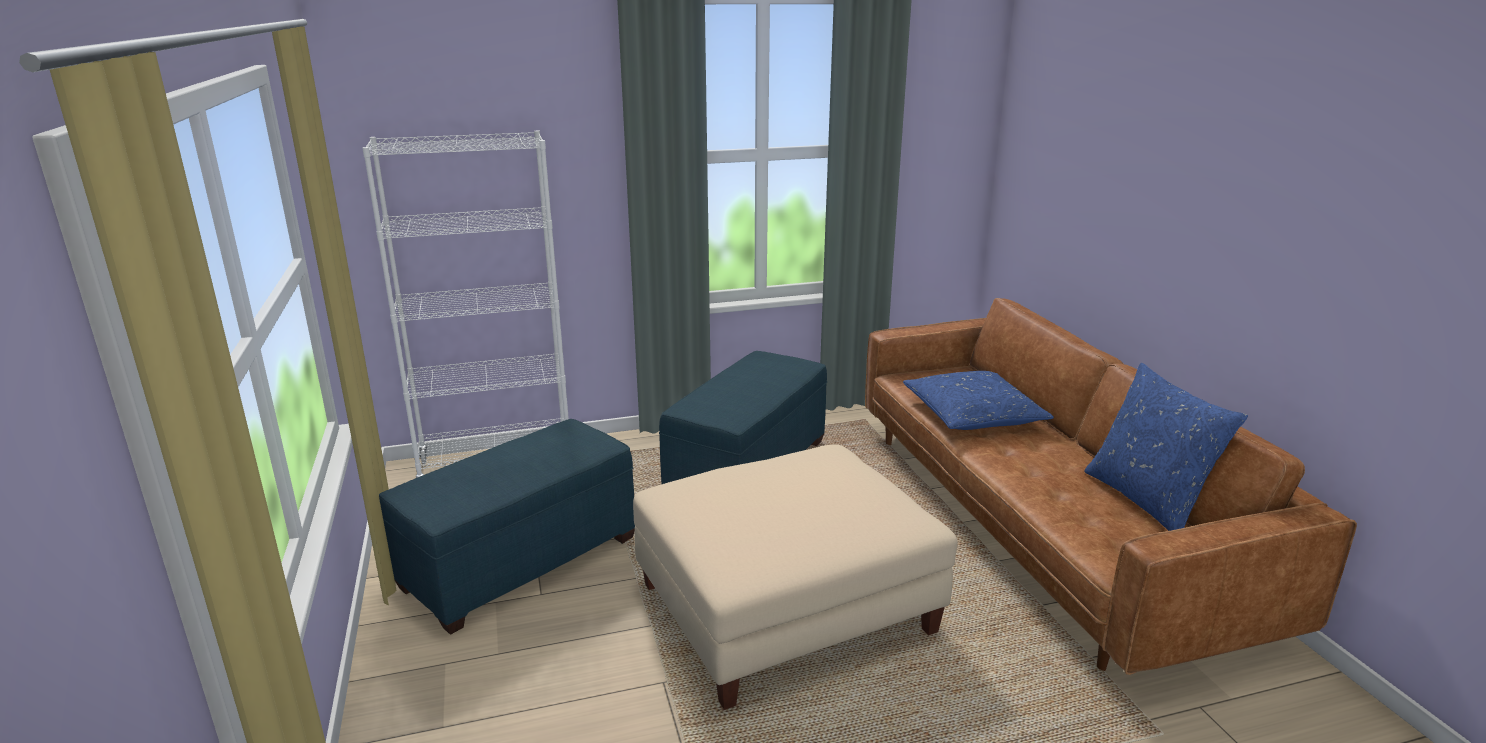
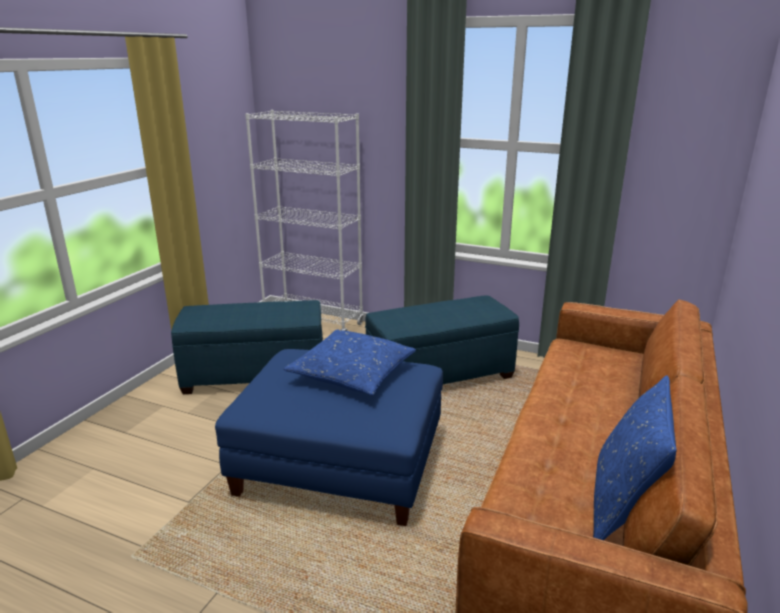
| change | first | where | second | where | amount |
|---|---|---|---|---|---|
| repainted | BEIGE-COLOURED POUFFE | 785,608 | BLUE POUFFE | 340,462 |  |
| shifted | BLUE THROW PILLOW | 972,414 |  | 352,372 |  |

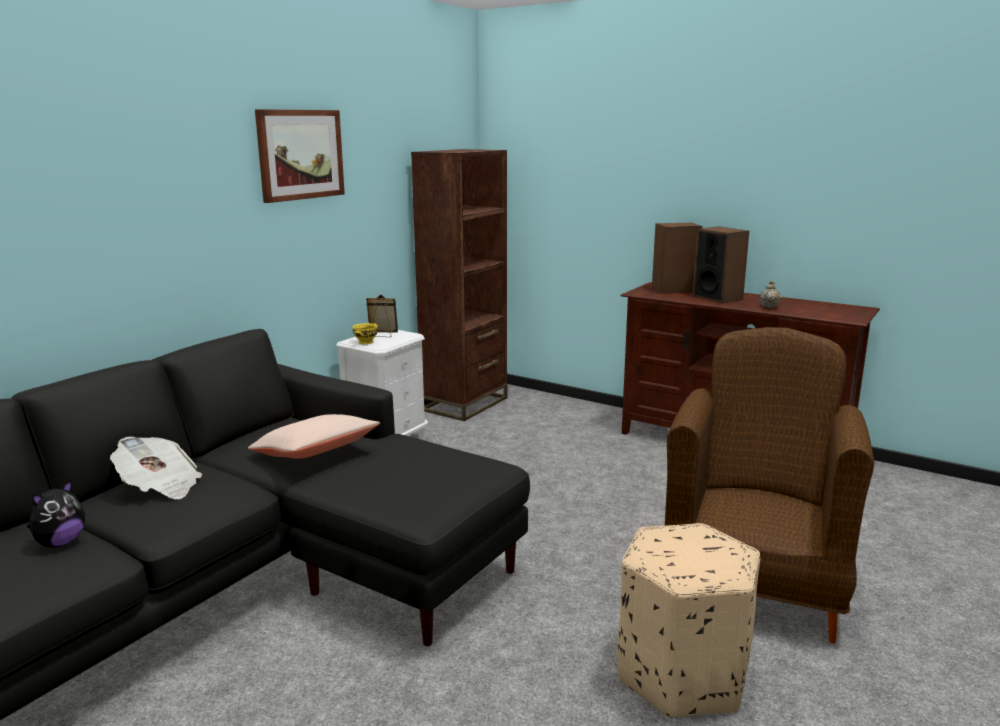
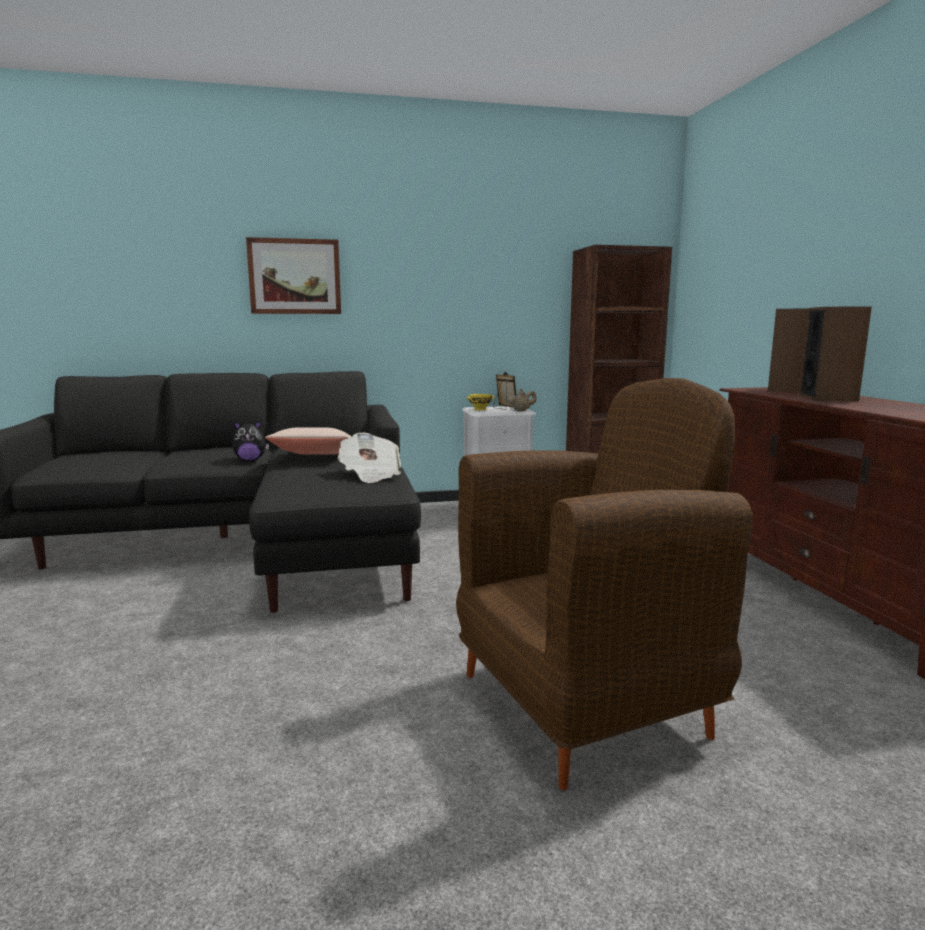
| change | first | where | second | where | amount |
|---|---|---|---|---|---|
| shifted | CUDDLY TOY | 60,543 |  | 250,460 |  |
| shifted | PRINTED PAPER | 160,487 |  | 370,475 |  |
| shifted | WALL ART | 300,154 |  | 295,276 |  |
| gone | BEIGE-COLOURED POUFFE | 682,675 |  |  |  |
| shifted | BEIGE-COLOURED TEA POT | 769,306 |  | 521,411 |  |

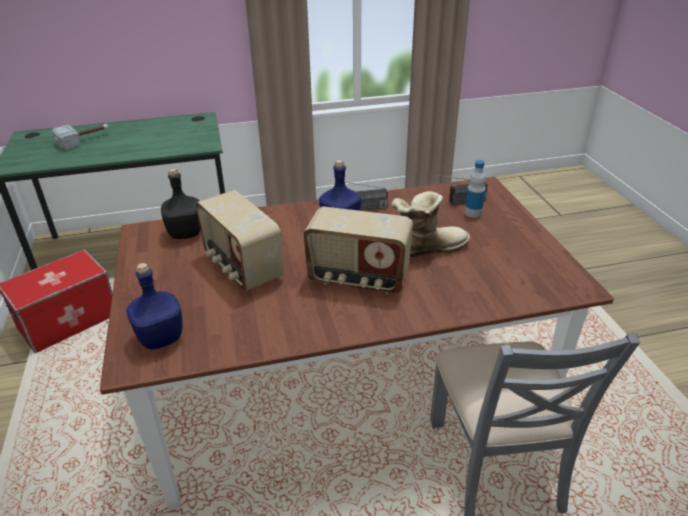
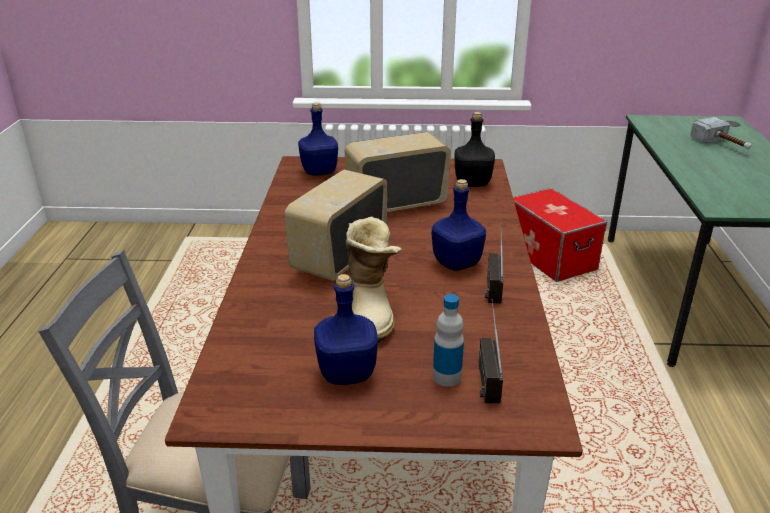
| change | first | where | second | where | amount |
|---|---|---|---|---|---|
| new |  |  | BLUE BEVERAGE BOTTLE | 348,373 |  |

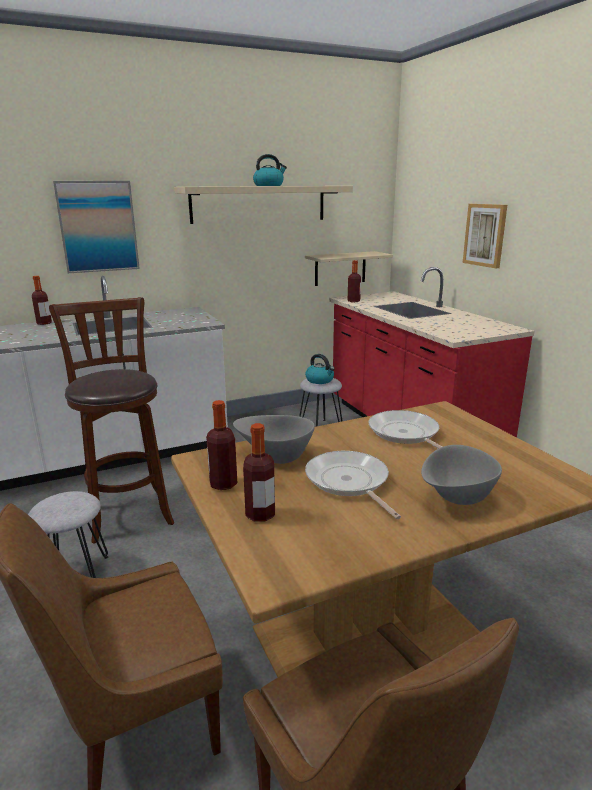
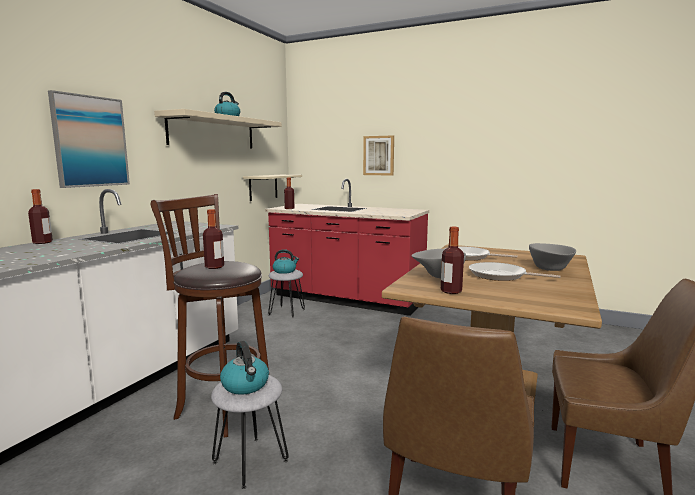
| change | first | where | second | where | amount |
|---|---|---|---|---|---|
| shifted | BEVERAGE BOTTLE | 260,514 |  | 214,267 |  |
| new |  |  | TEA KETTLE | 245,385 |  |

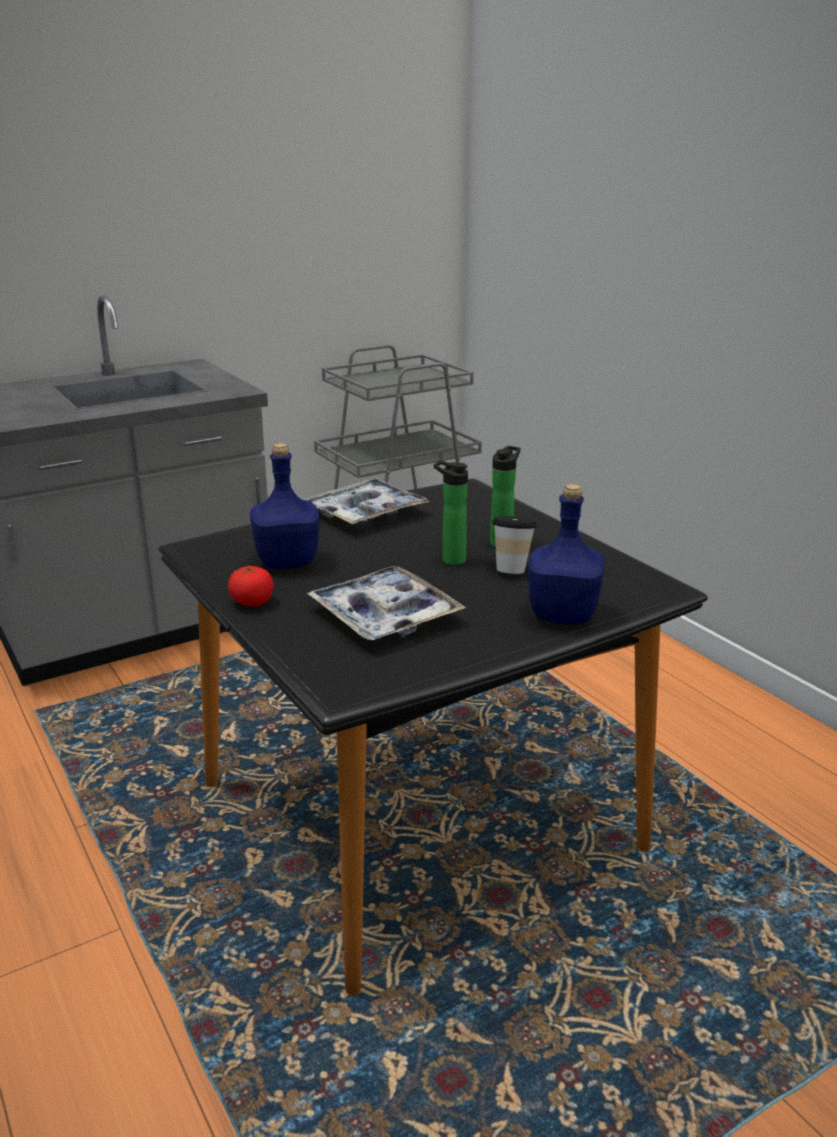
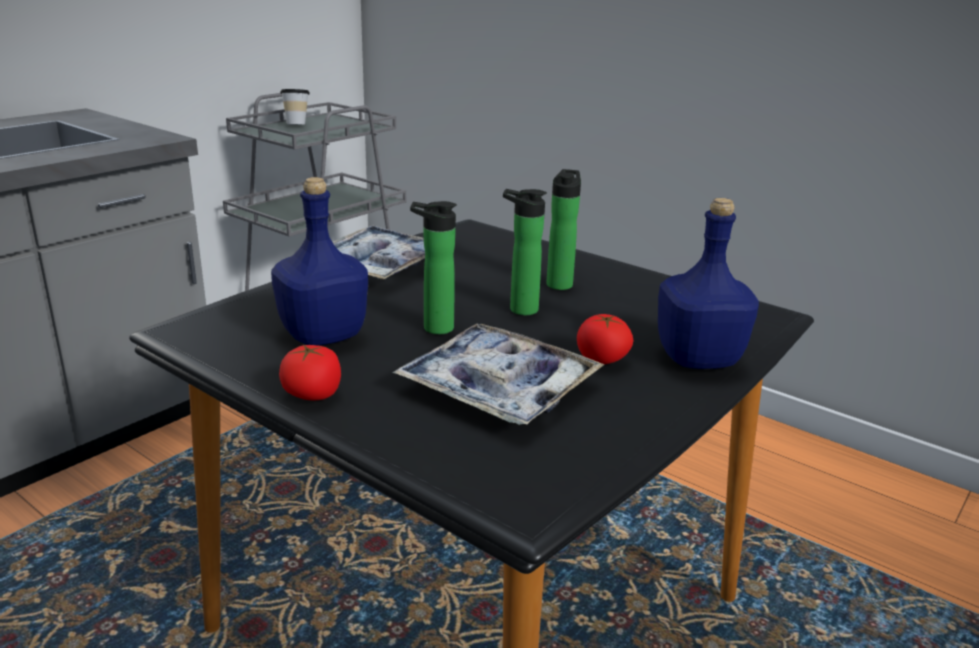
| change | first | where | second | where | amount |
|---|---|---|---|---|---|
| shifted | CUP | 512,569 |  | 297,125 |  |
| new |  |  | BEVERAGE BOTTLE | 433,328 |  |
| new |  |  | WHOLE TOMATO | 602,359 |  |

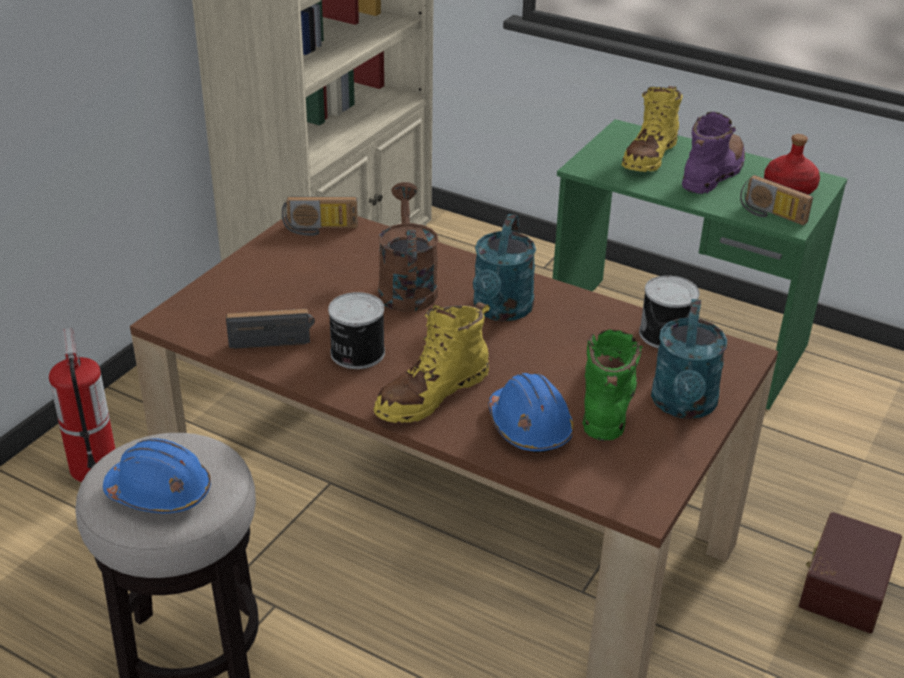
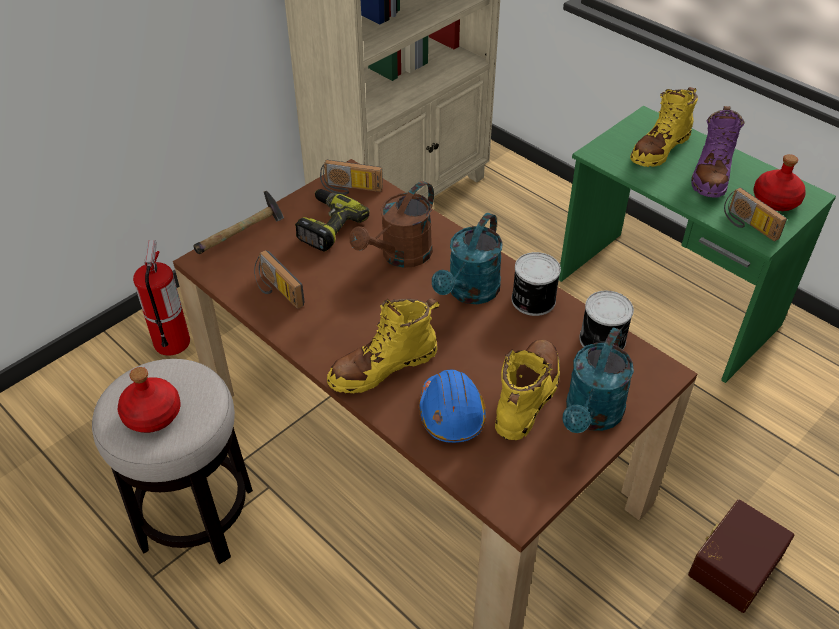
| change | first | where | second | where | amount |
|---|---|---|---|---|---|
| swapped | BLUE WORK HELMET | 160,492 | RED-COLOURED BEVERAGE BOTTLE | 152,415 |  |
| rotated | RADIO RECEIVER | 272,338 |  | 276,291 | 135 degrees counterclockwise |
| shifted | METAL CAN | 356,353 |  | 532,300 |  |
| rotated | BROWNISH SPRINKLING CAN | 406,286 |  | 400,256 | 150 degrees counterclockwise |
| repainted | GREEN BOOT | 607,398 | YELLOWISH BOOT | 527,396 |  |
| rotated | PURPLE BOOT | 713,173 |  | 711,175 | 150 degrees clockwise |
| new |  |  | HAND HAMMER | 242,235 |  |
| new |  |  | DRILL | 327,226 |  |

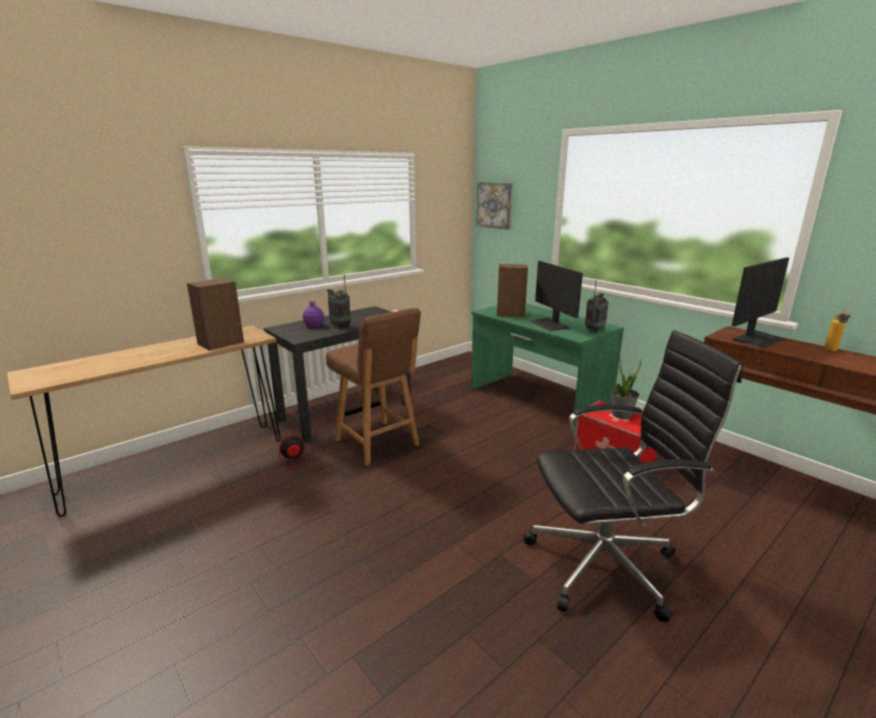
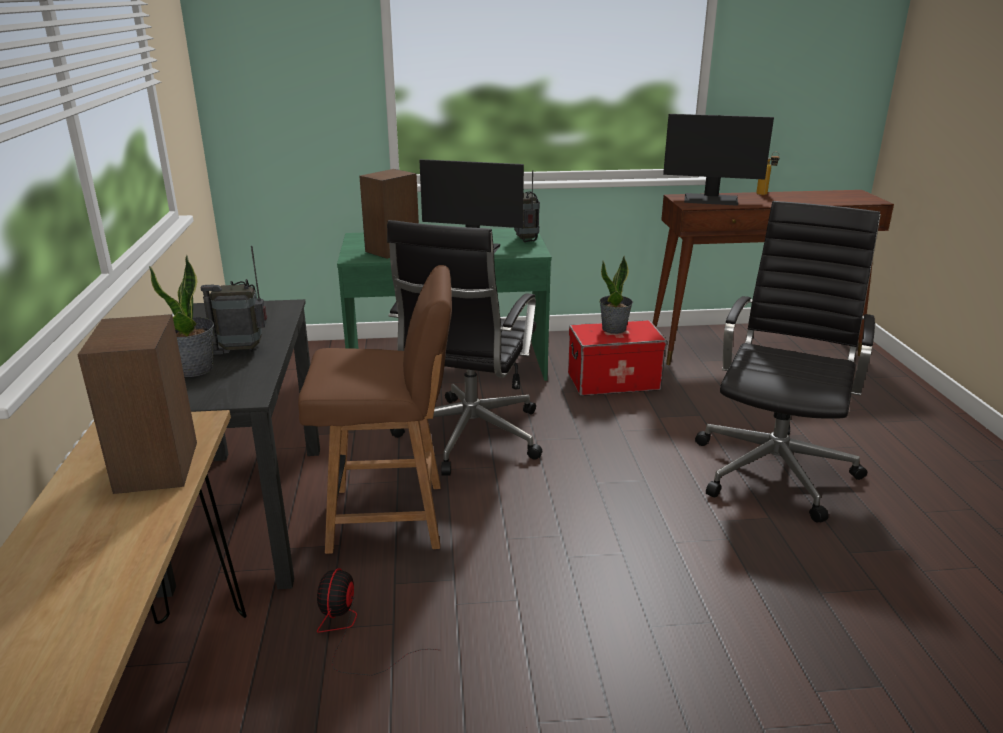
| change | first | where | second | where | amount |
|---|---|---|---|---|---|
| swapped | PURPLE BEVERAGE BOTTLE | 314,325 | PLANT IN A POT | 195,369 |  |
| gone | WALL ART | 495,205 |  |  |  |
| rotated | MONITOR | 757,339 |  | 711,199 | 105 degrees clockwise |
| new |  |  | BLACKISH COMPUTER CHAIR | 469,438 |  |

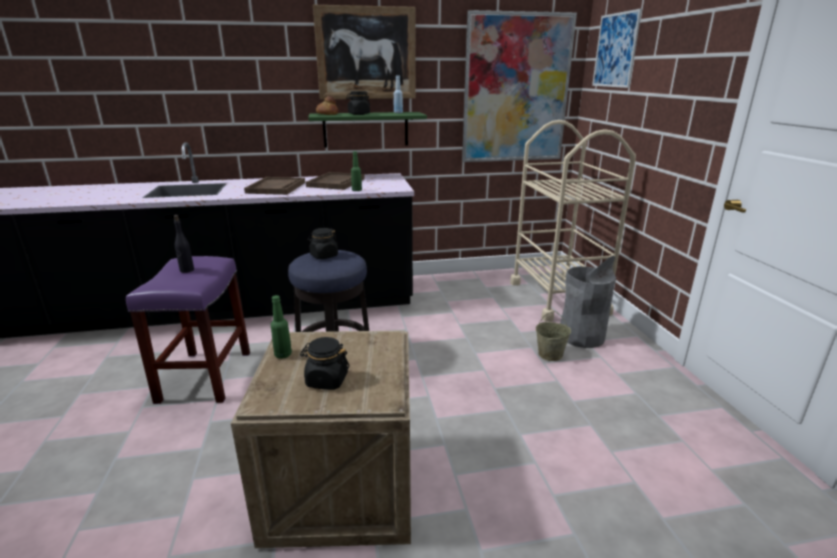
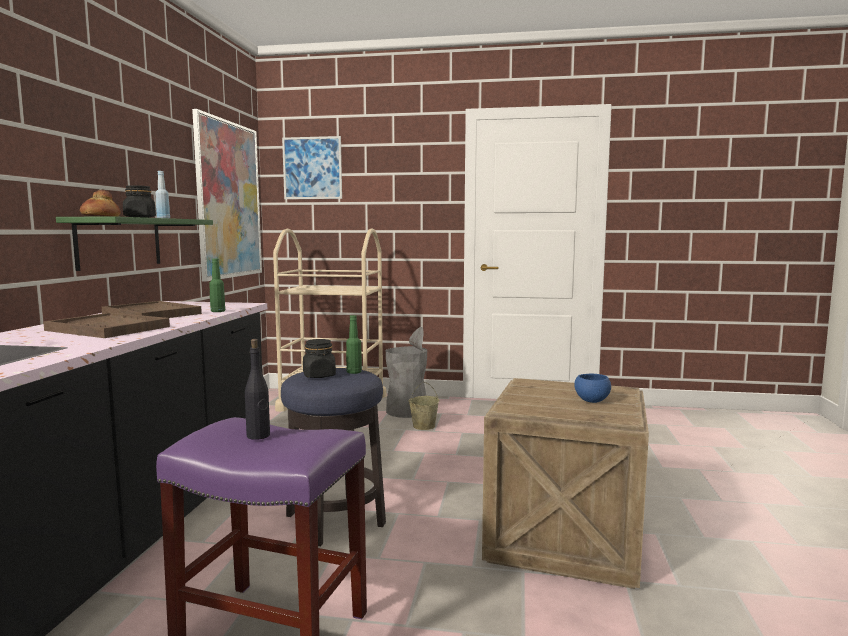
| change | first | where | second | where | amount |
|---|---|---|---|---|---|
| shifted | GREEN BEVERAGE BOTTLE | 283,355 |  | 354,372 |  |
| swapped | BLACKISH PRESERVE JAR | 326,380 | BLUE BOWL | 592,401 |  |
| gone | WALL ART | 366,54 |  |  |  |

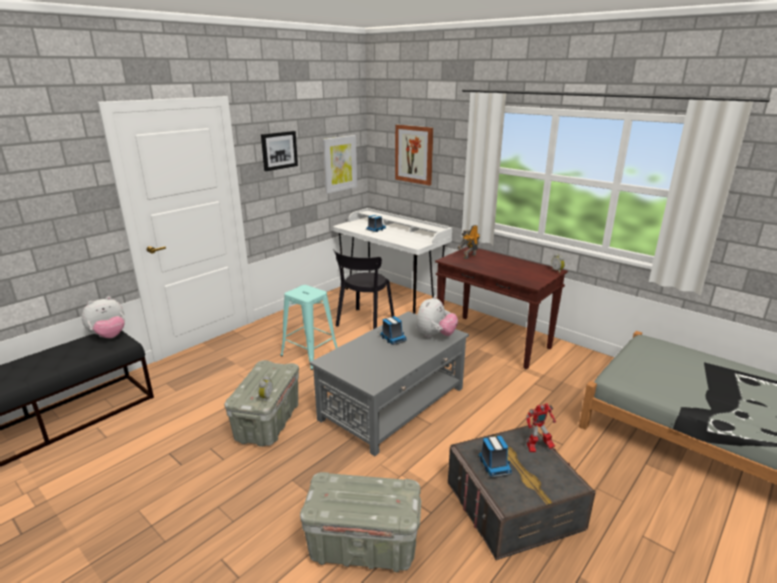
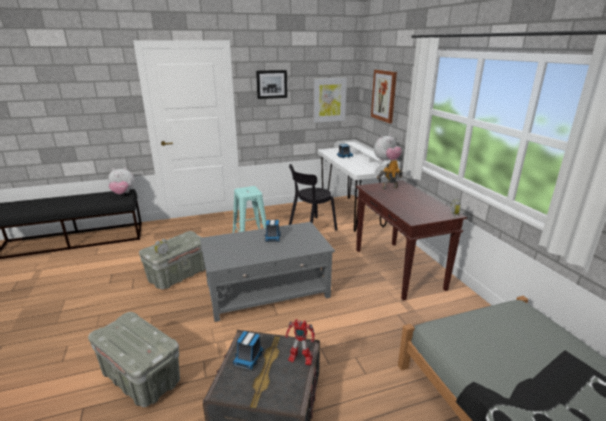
| change | first | where | second | where | amount |
|---|---|---|---|---|---|
| shifted | CUDDLY TOY | 435,336 |  | 386,161 |  |

